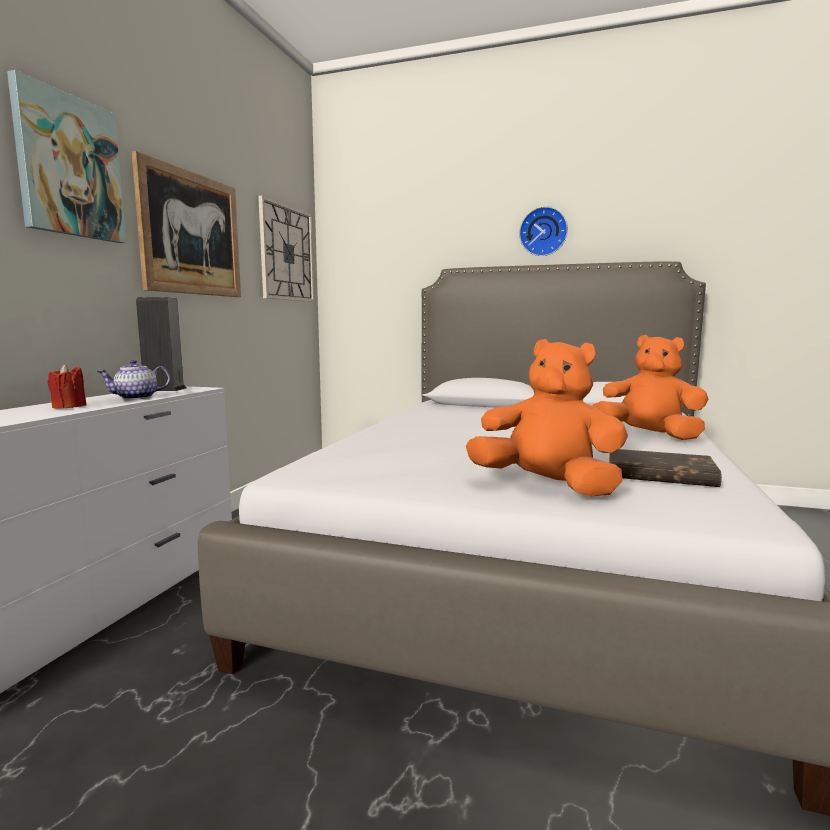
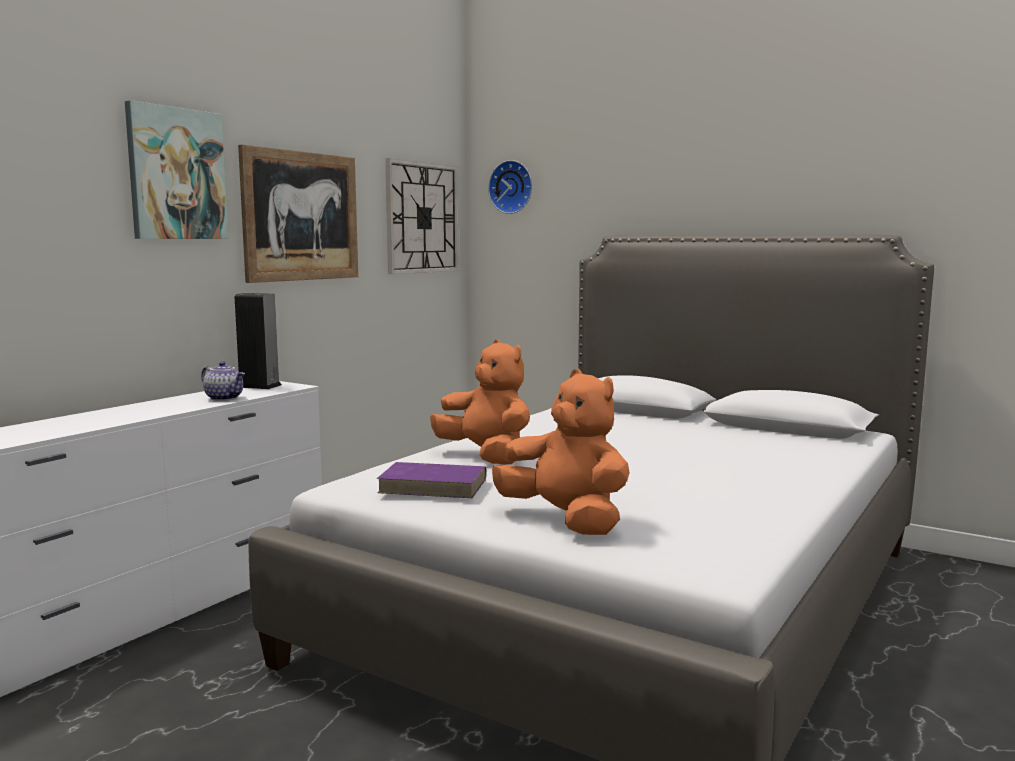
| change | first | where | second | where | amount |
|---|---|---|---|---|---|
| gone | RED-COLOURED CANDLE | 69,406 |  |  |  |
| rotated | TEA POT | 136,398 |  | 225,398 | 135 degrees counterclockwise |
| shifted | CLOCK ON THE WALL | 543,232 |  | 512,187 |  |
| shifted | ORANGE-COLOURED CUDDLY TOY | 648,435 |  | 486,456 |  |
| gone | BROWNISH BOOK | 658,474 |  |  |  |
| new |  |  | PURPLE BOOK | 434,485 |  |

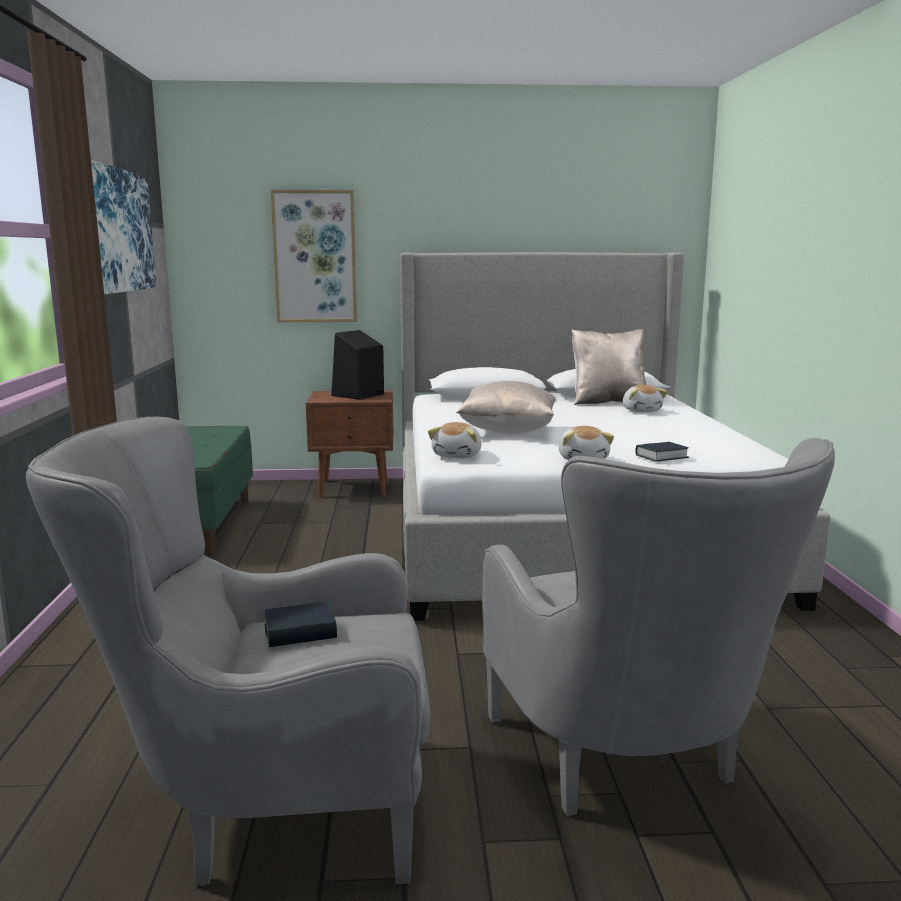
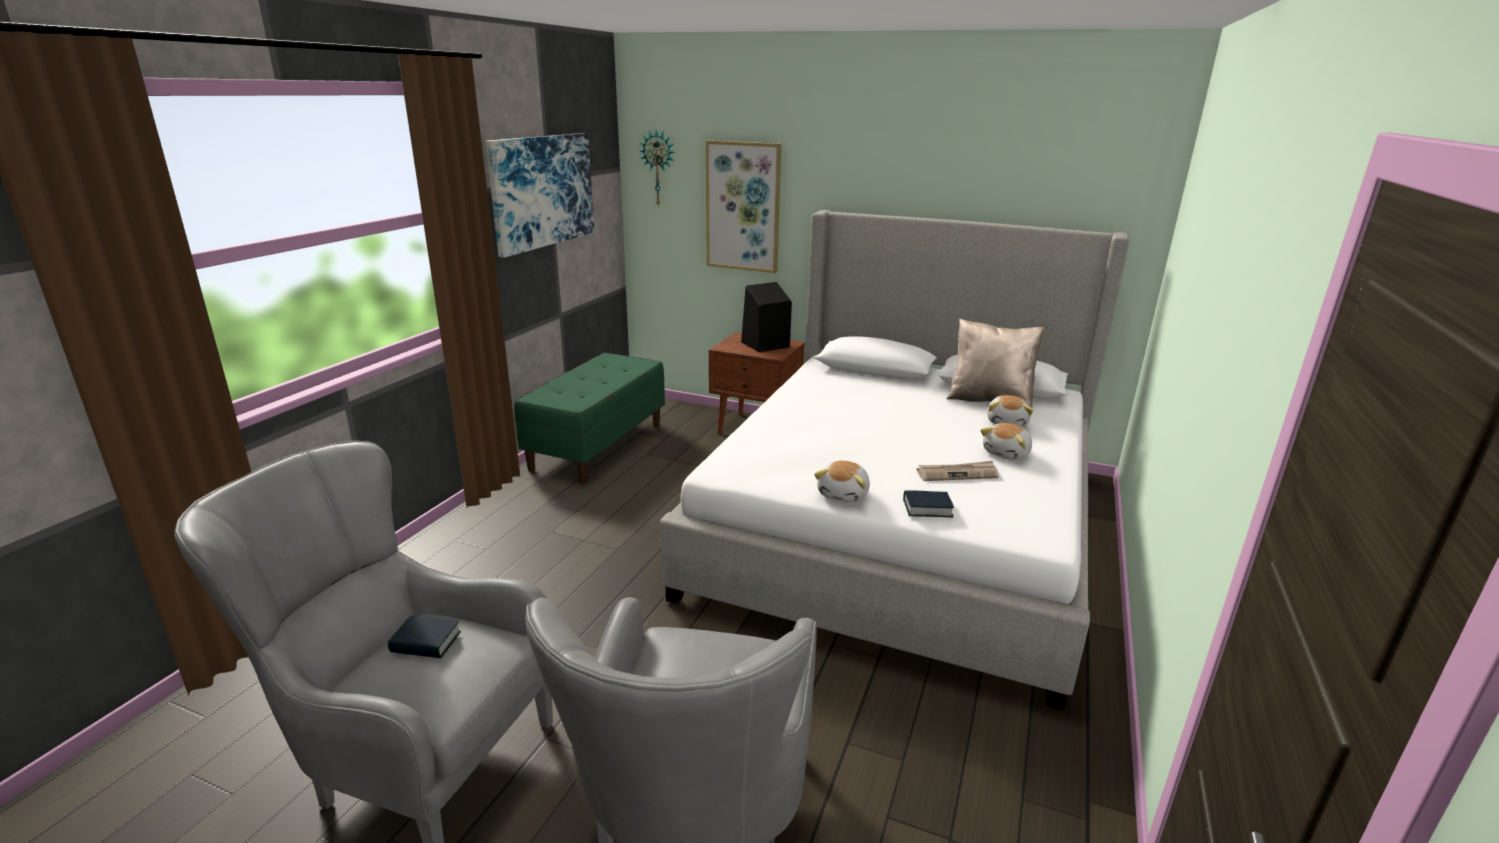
| change | first | where | second | where | amount |
|---|---|---|---|---|---|
| shifted | CUDDLY TOY | 458,455 |  | 1007,453 |  |
| gone | BEIGE-COLOURED THROW PILLOW | 508,431 |  |  |  |
| new |  |  | CLOCK ON THE WALL | 658,168 |  |
| new |  |  | PRINTED PAPER | 957,474 |  |

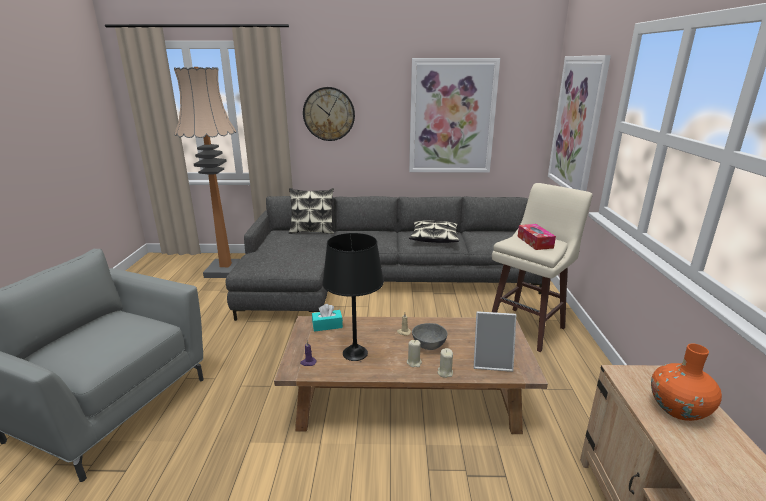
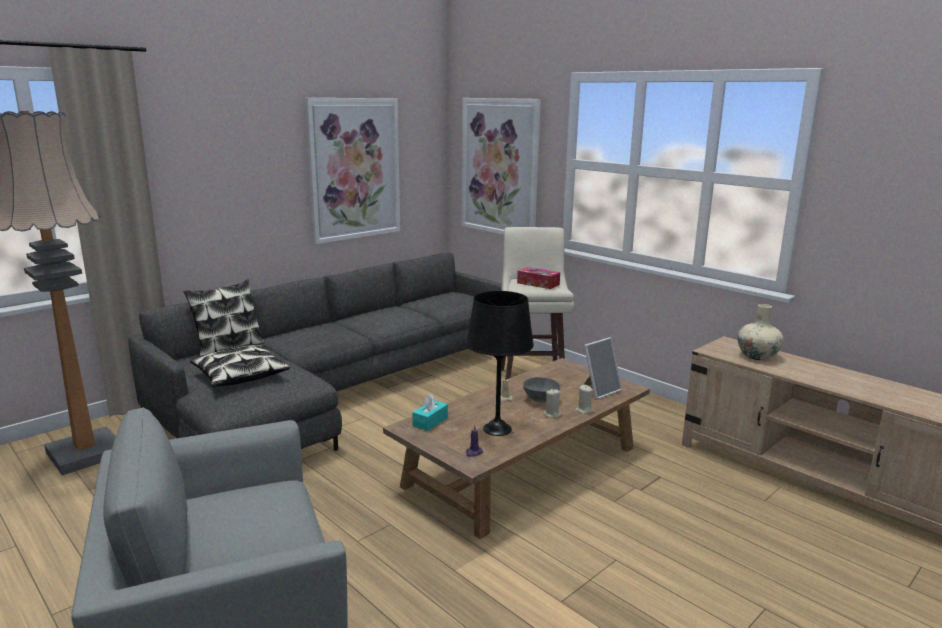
| change | first | where | second | where | amount |
|---|---|---|---|---|---|
| gone | CLOCK ON THE WALL | 329,114 |  |  |  |
| shifted | THROW PILLOW | 434,238 |  | 240,375 |  |
| repainted | ORANGE-COLOURED FLOWER VASE | 678,409 | BEIGE-COLOURED FLOWER VASE | 757,356 |  |

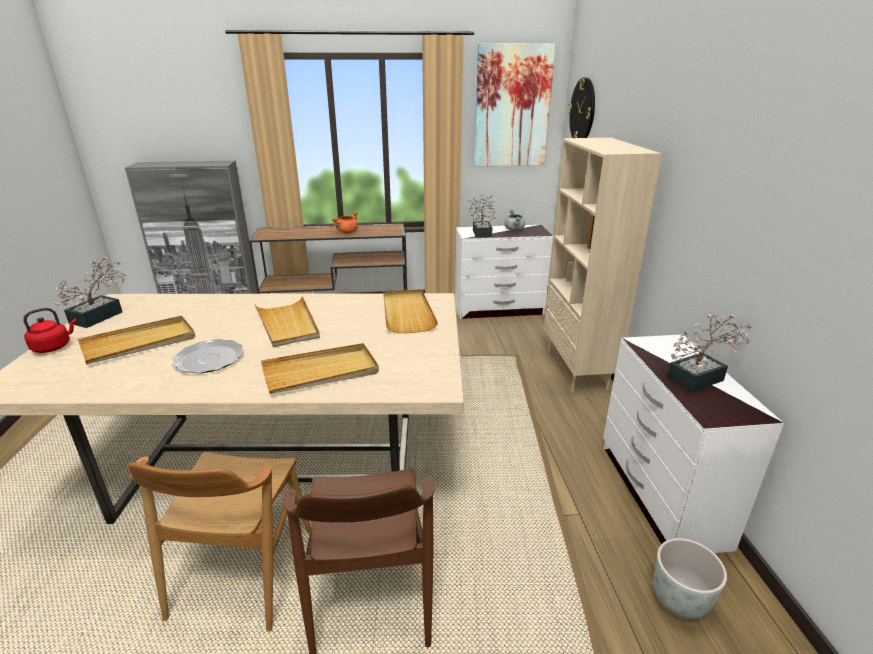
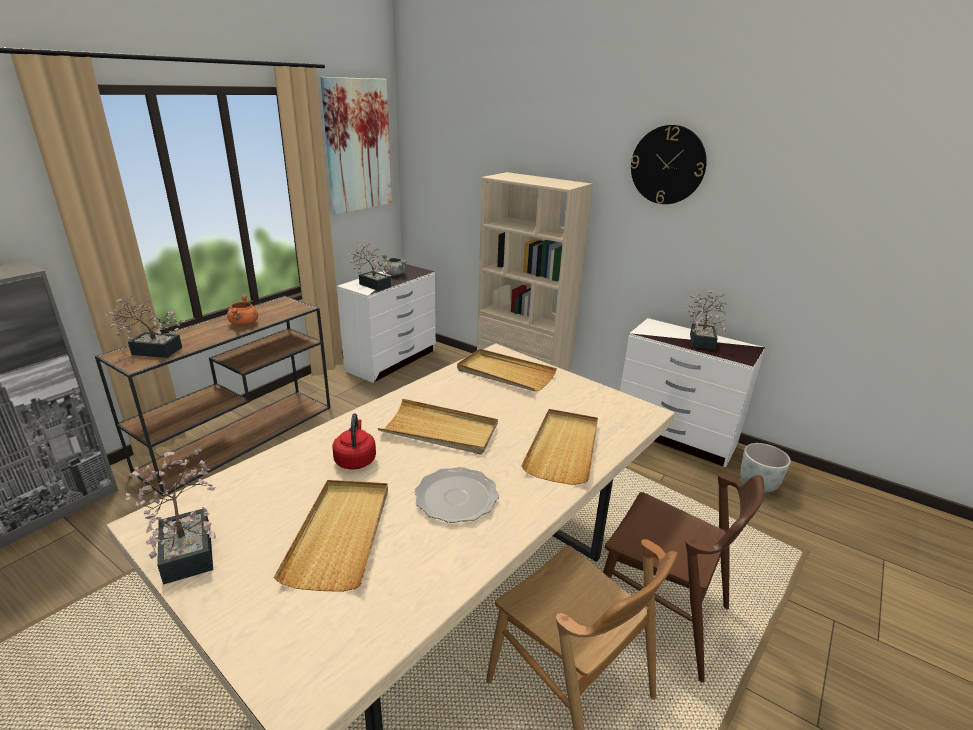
| change | first | where | second | where | amount |
|---|---|---|---|---|---|
| shifted | RED-COLOURED TEA KETTLE | 54,347 |  | 355,459 |  |
| shifted | CLOCK ON THE WALL | 582,110 |  | 667,165 |  |
| new |  |  | PLANT IN A POT | 152,350 |  |

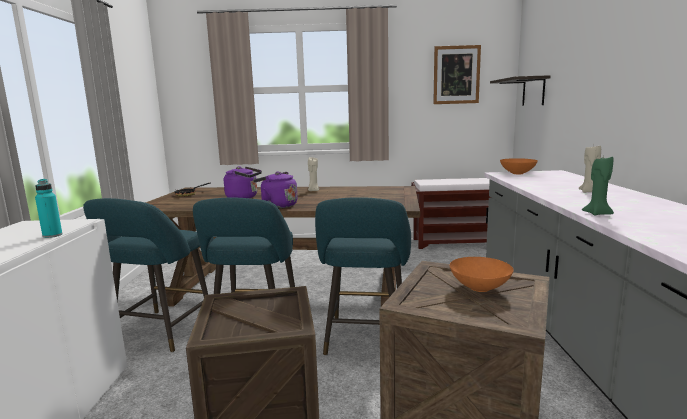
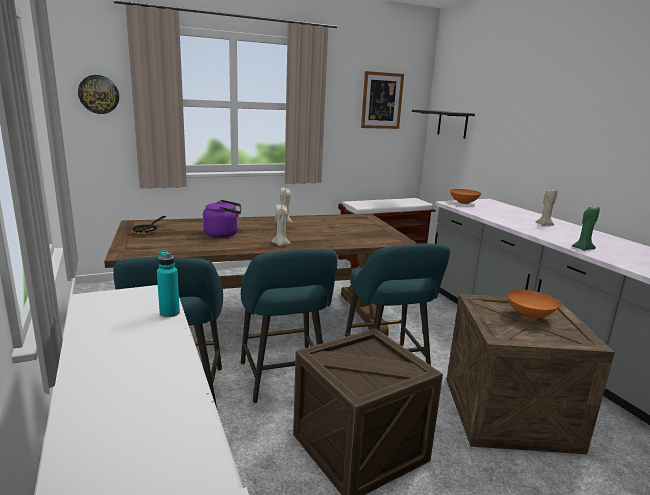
| change | first | where | second | where | amount |
|---|---|---|---|---|---|
| swapped | PURPLE TEA KETTLE | 277,206 | BEIGE-COLOURED CANDLE | 280,244 |  |
| new |  |  | CLOCK ON THE WALL | 99,94 |  |

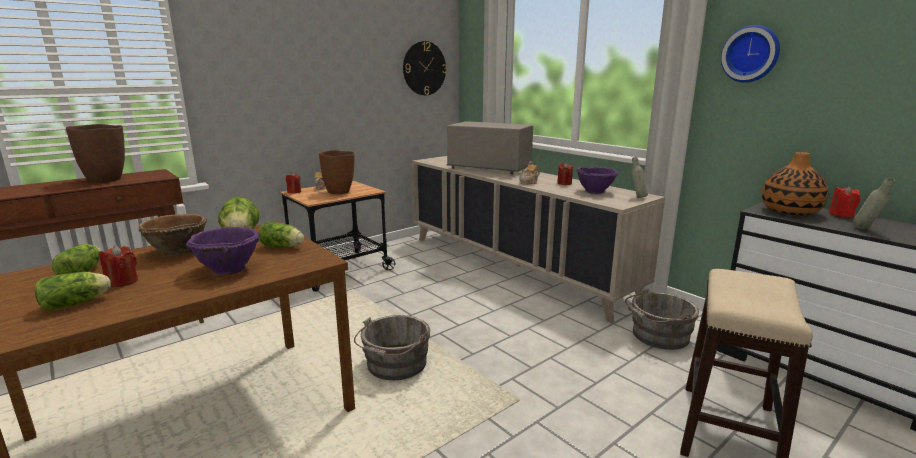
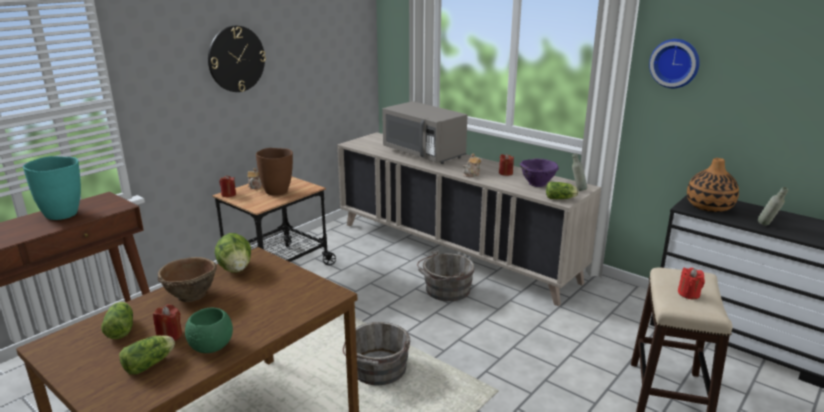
| change | first | where | second | where | amount |
|---|---|---|---|---|---|
| repainted | BROWNISH FLOWER VASE | 106,179 | BLUE-GREEN FLOWER VASE | 63,214 |  |
| gone | PURPLE BOWL | 228,269 |  |  |  |
| shifted | HEAD OF LETTUCE | 283,247 |  | 561,198 |  |
| shifted | CLOCK ON THE WALL | 424,68 |  | 236,59 |  |
| rotated | GREY MICROWAVE OVEN | 489,168 |  | 424,153 | 150 degrees counterclockwise |
| shifted | GREY WATER BUCKET | 657,336 |  | 445,290 |  |
| shifted | RED-COLOURED CANDLE | 841,214 |  | 688,294 |  |
| new |  |  | GREEN BOWL | 212,347 |  |

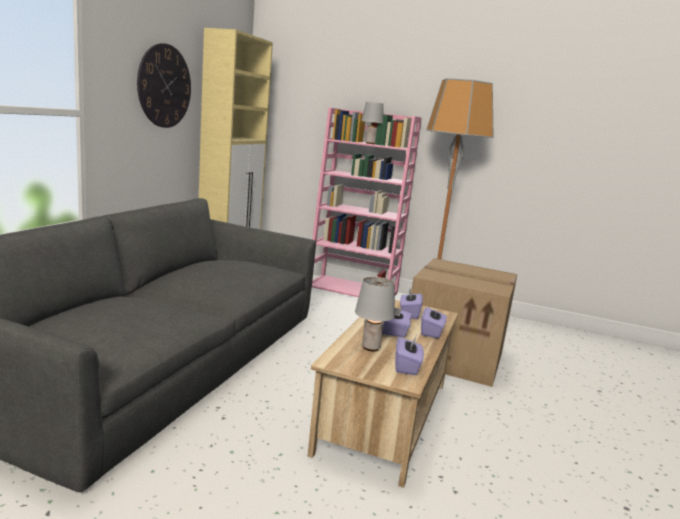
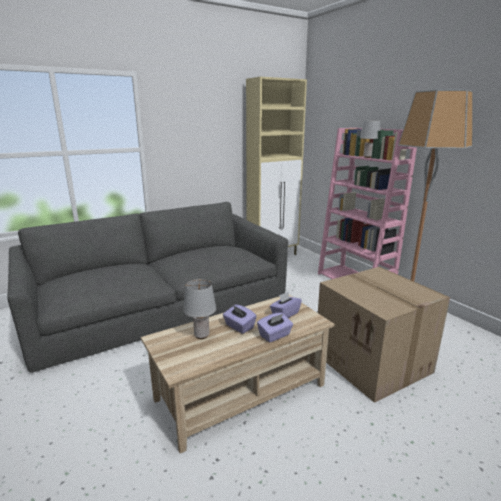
| change | first | where | second | where | amount |
|---|---|---|---|---|---|
| gone | CLOCK ON THE WALL | 164,86 |  |  |  |
| gone | PURPLE TISSUE BOX | 407,367 |  |  |  |

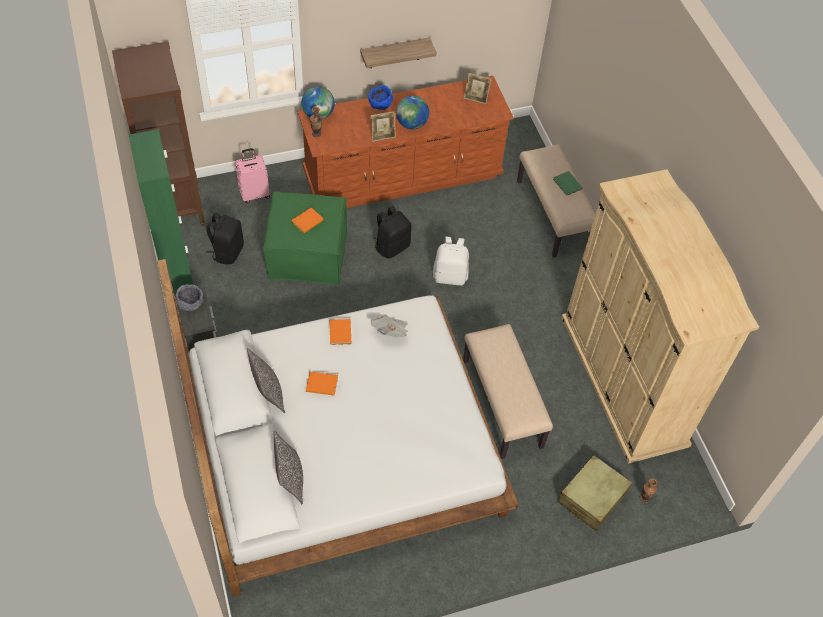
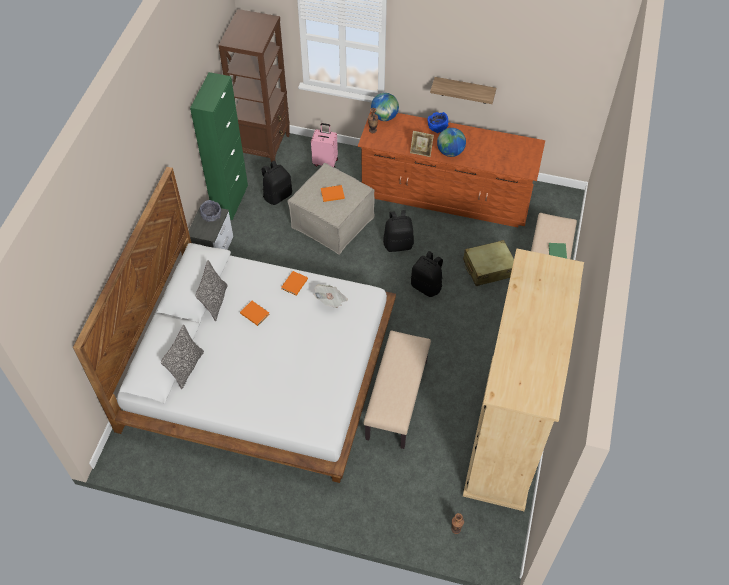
| change | first | where | second | where | amount |
|---|---|---|---|---|---|
| repainted | GREEN POUFFE | 308,253 | BEIGE-COLOURED POUFFE | 332,221 |  |
| repainted | WHITE RUCKSACK | 450,276 | BLACKISH RUCKSACK | 427,286 |  |
| gone | PHOTO FRAME | 476,98 |  |  |  |
| shifted | BEIGE-COLOURED PIECE OF LUGGAGE | 592,498 |  | 488,268 |  |

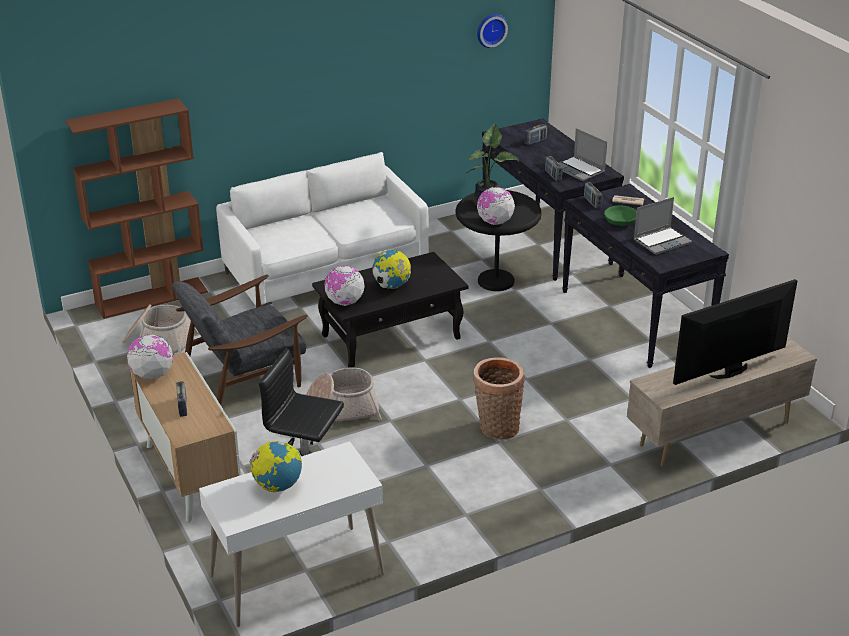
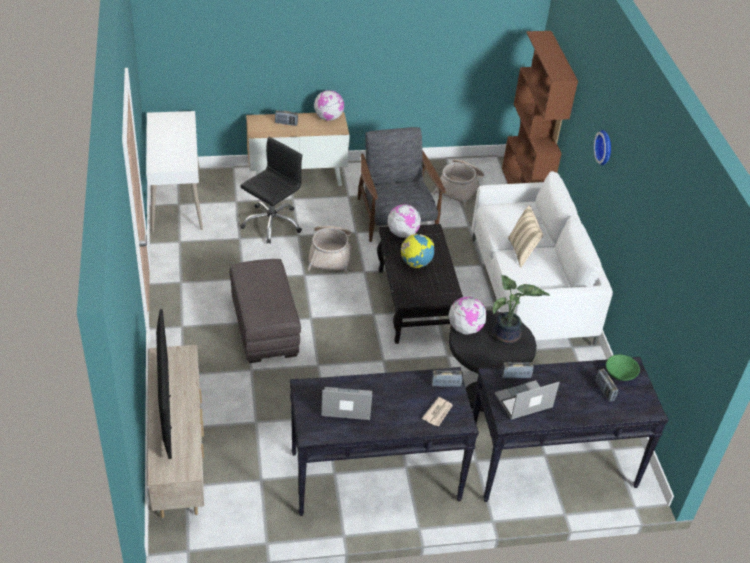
| change | first | where | second | where | amount |
|---|---|---|---|---|---|
| gone | DESK GLOBE | 278,486 |  |  |  |
| swapped | BASKET | 496,428 | GREY POUFFE | 264,326 |  |
| shifted | CLOCK ON THE WALL | 490,30 |  | 605,147 |  |
| shifted | GREEN BOWL | 620,222 |  | 620,373 |  |
| rotated | NOTEBOOK COMPUTER | 662,241 |  | 346,405 | 105 degrees clockwise |
| new |  |  | BEIGE-COLOURED THROW PILLOW | 522,252 |  |

